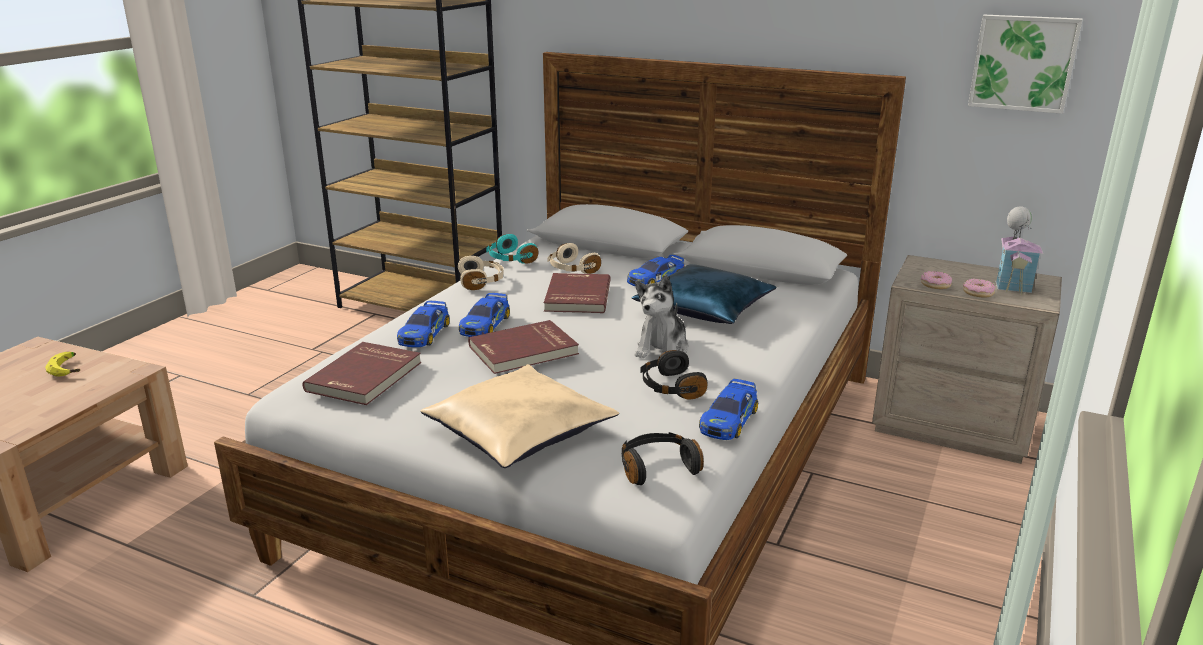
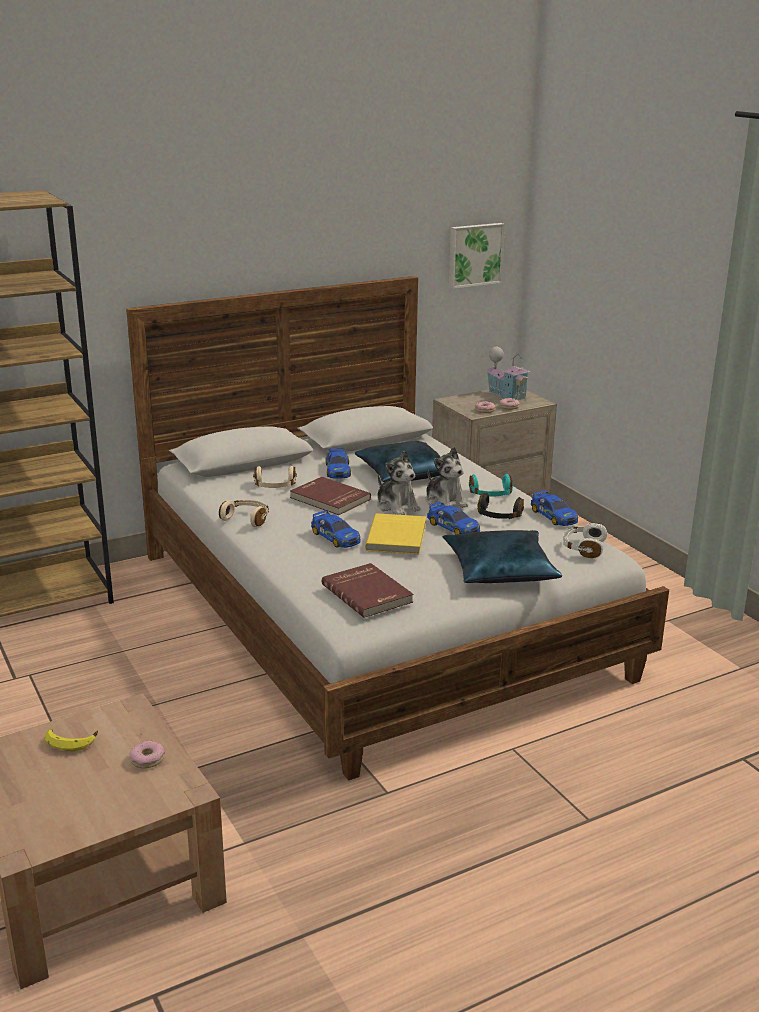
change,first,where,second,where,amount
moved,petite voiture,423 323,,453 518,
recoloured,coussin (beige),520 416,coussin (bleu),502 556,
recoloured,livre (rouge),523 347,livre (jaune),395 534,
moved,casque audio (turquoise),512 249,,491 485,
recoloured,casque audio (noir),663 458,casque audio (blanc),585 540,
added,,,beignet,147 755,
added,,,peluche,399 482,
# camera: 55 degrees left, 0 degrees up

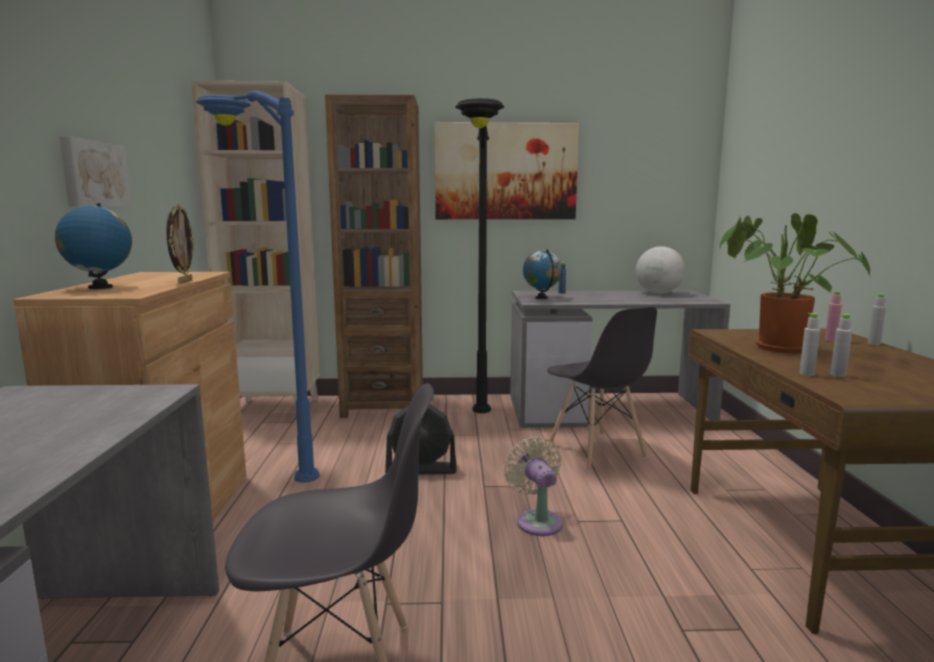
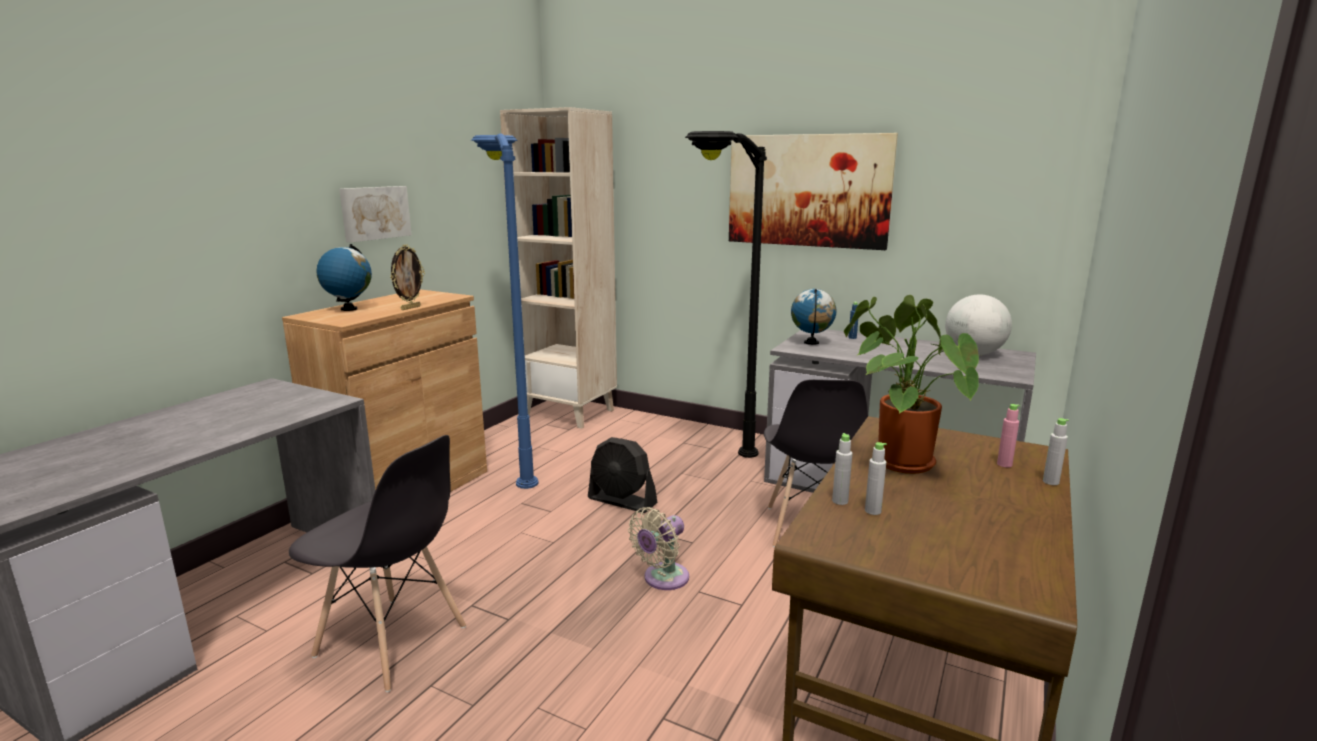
change,first,where,second,where,amount
removed,bibliothèque (marron),374 256,,,
turned,ventilateur (beige),533 486,,658 548,150 degrees counterclockwise
# camera: 30 degrees right, 5 degrees up

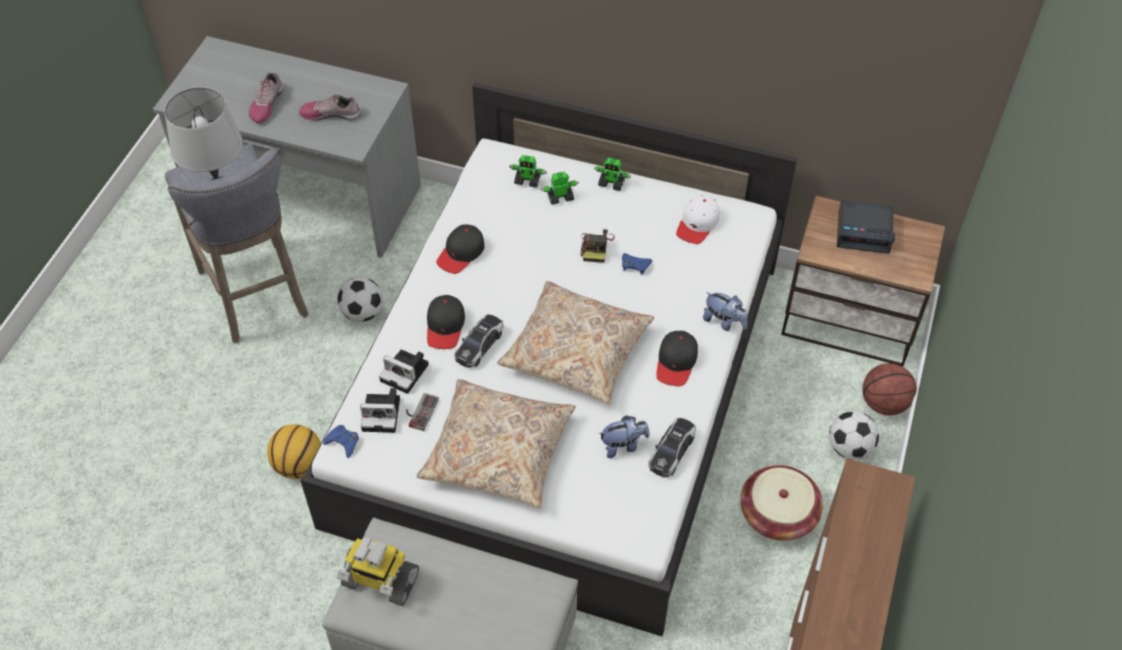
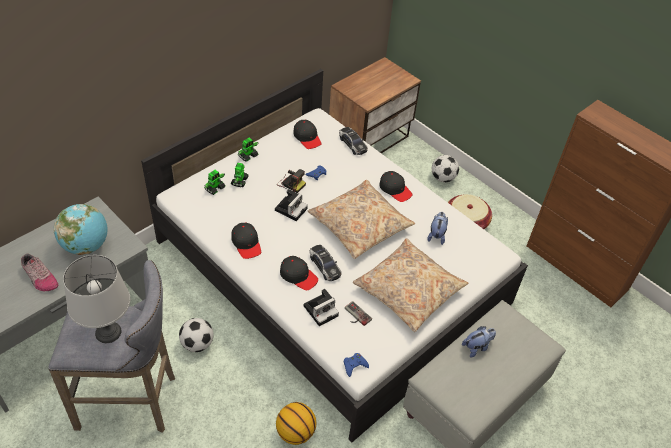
change,first,where,second,where,amount
replaced,chaussure,330 106,globe,81 229,
removed,robot jouet,378 571,,,
moved,appareil photo,380 410,,291 205,
moved,petite voiture,672 448,,353 141,
recoloured,casquette (blanc),698 219,casquette (noir),307 134,
moved,peluche,725 311,,479 341,
removed,réveil,866 227,,,
removed,ballon de basket,889 389,,,
# camera: 65 degrees left, 5 degrees down

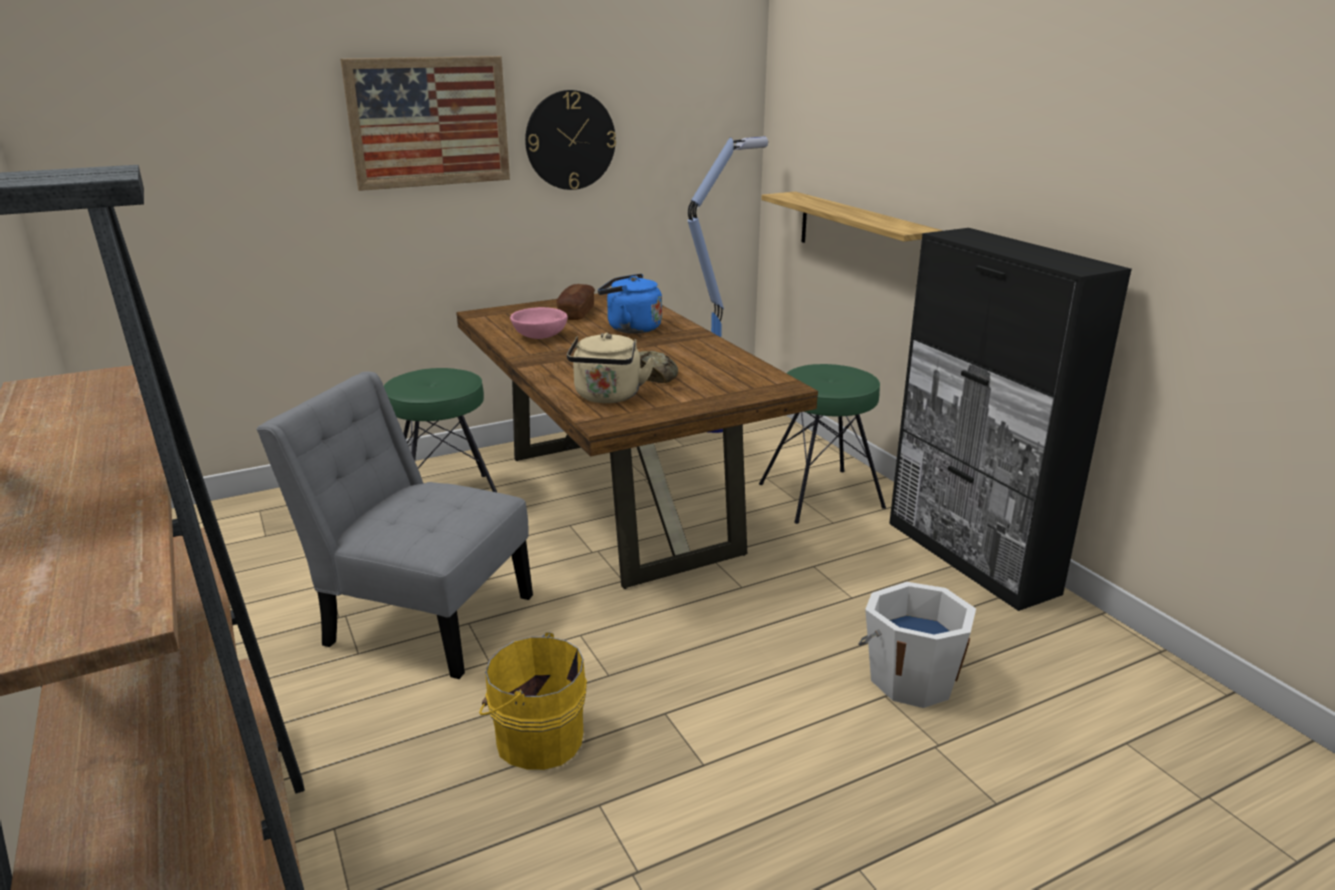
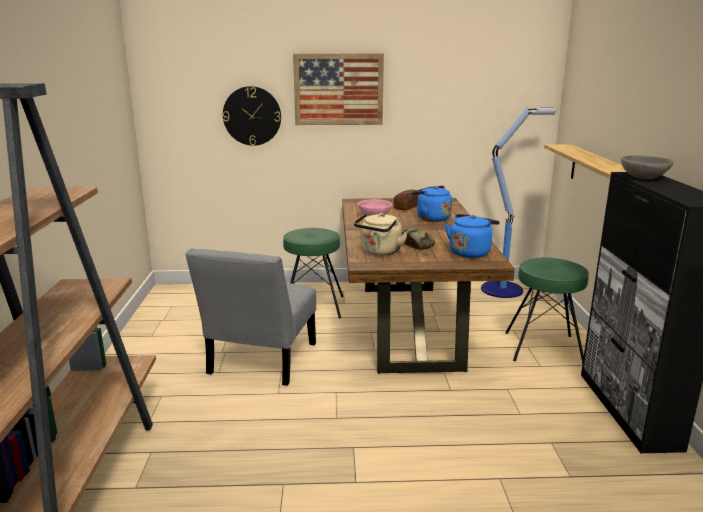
change,first,where,second,where,amount
turned,chaise (gris),394 525,,250 317,120 degrees counterclockwise
removed,seau (jaune),533 701,,,
moved,horloge murale,570 140,,252 116,
removed,seau (blanc),917 645,,,
added,,,bouilloire (bleu),472 236,
added,,,bol (gris),647 167,
# camera: 25 degrees right, 5 degrees down

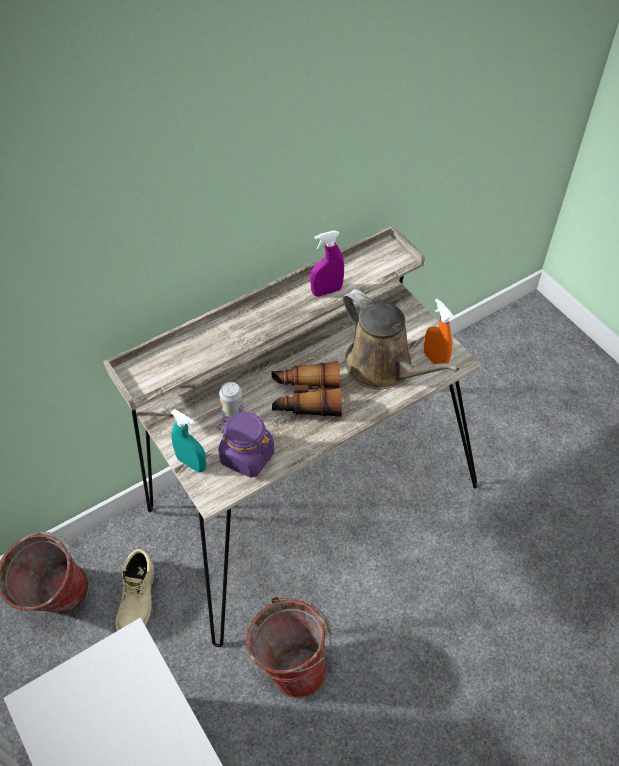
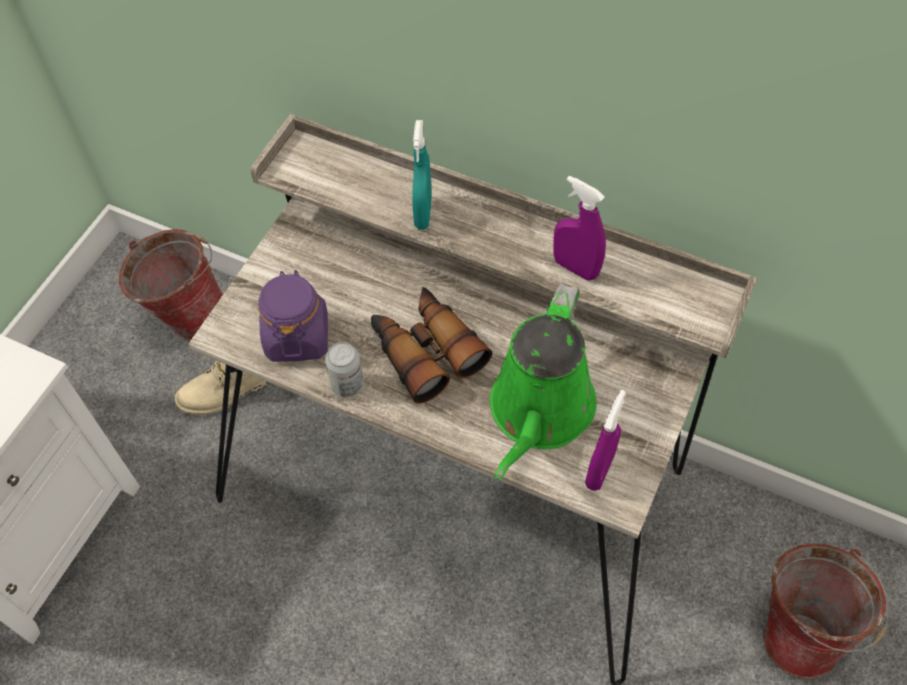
change,first,where,second,where,amount
moved,vaporisateur (turquoise),188 440,,422 175,
moved,boîte métallique,231 401,,344 370,
moved,seau,289 647,,826 611,
recoloured,arrosoir (marron),401 339,arrosoir (vert),543 382,
recoloured,vaporisateur (orange),439 331,vaporisateur (violet),605 440,
# camera: 60 degrees right, 5 degrees up

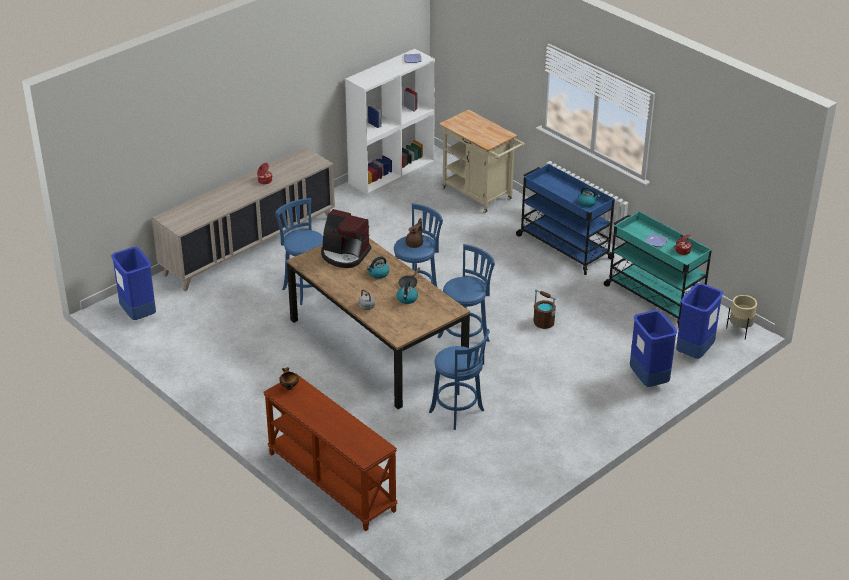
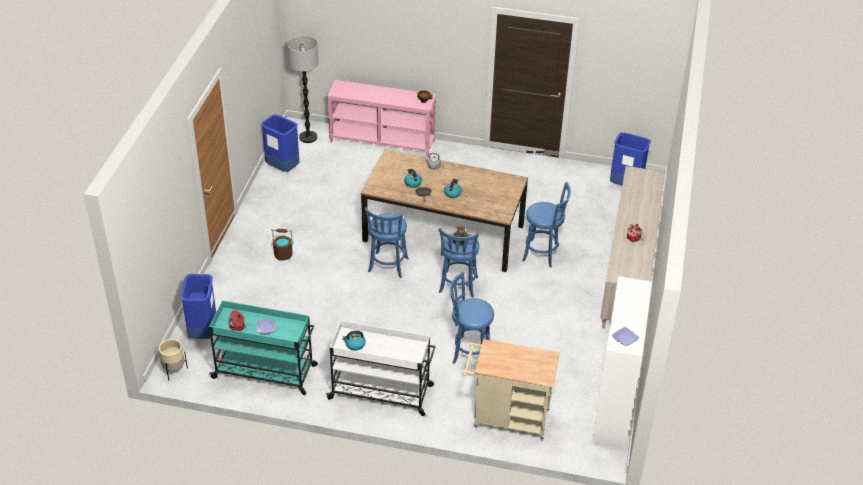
change,first,where,second,where,amount
recoloured,table console (marron),330 452,table console (rose),381 118,
removed,machine à café,346 238,,,
moved,tabouret (bleu),459 379,,472 318,
recoloured,chariot (bleu),566 219,chariot (blanc),381 368,
moved,seau (marron),545 309,,282 245,
moved,poubelle (bleu),653 348,,280 143,
added,,,lampadaire,303 89,
# camera: 145 degrees right, 5 degrees up

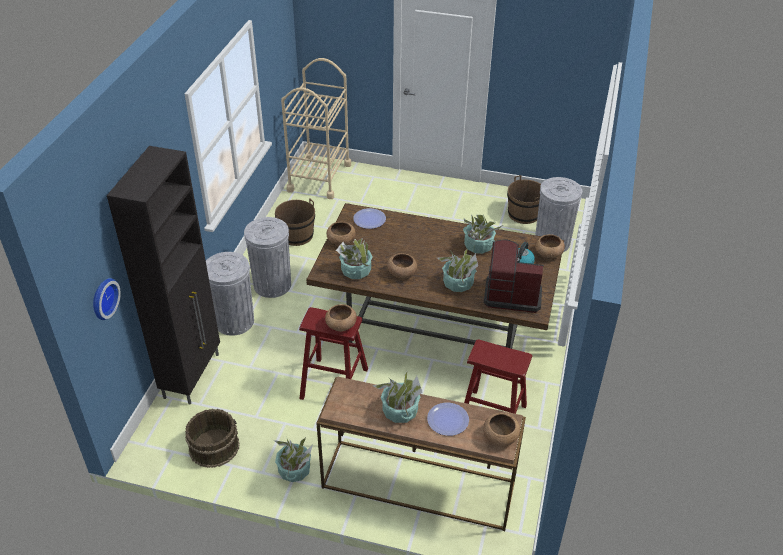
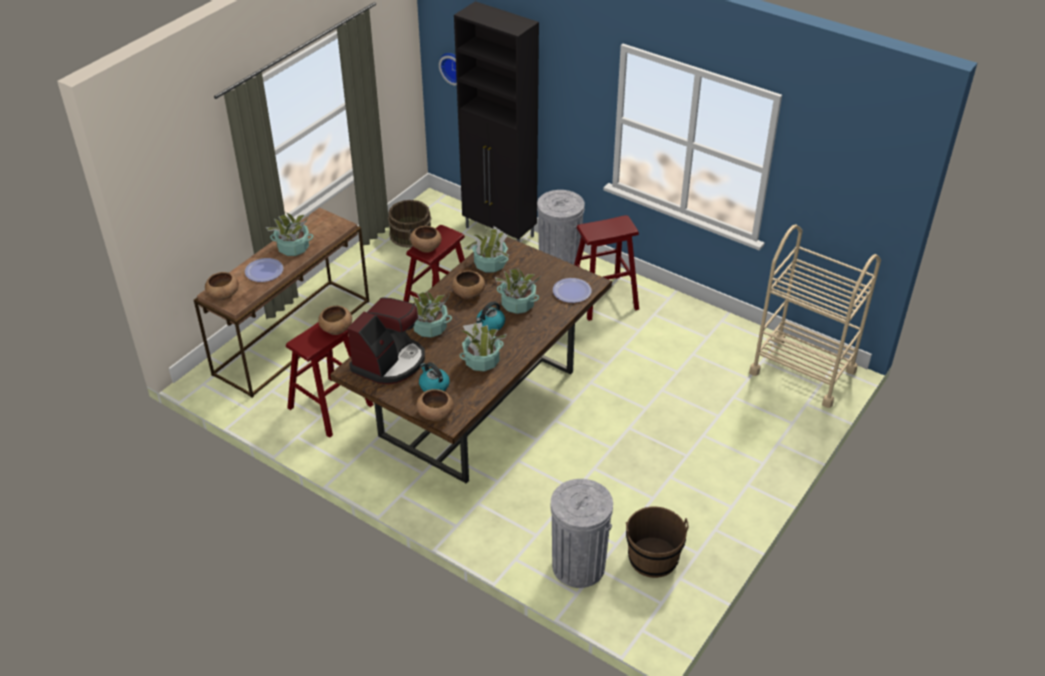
change,first,where,second,where,amount
replaced,poubelle (gris),267 257,tabouret (rouge),606 268,
moved,plante en pot,293 459,,518 290,
removed,seau (marron),295 222,,,
moved,bol (marron),340 234,,335 320,
added,,,bouilloire,490 316,
# camera: 110 degrees right, 0 degrees up

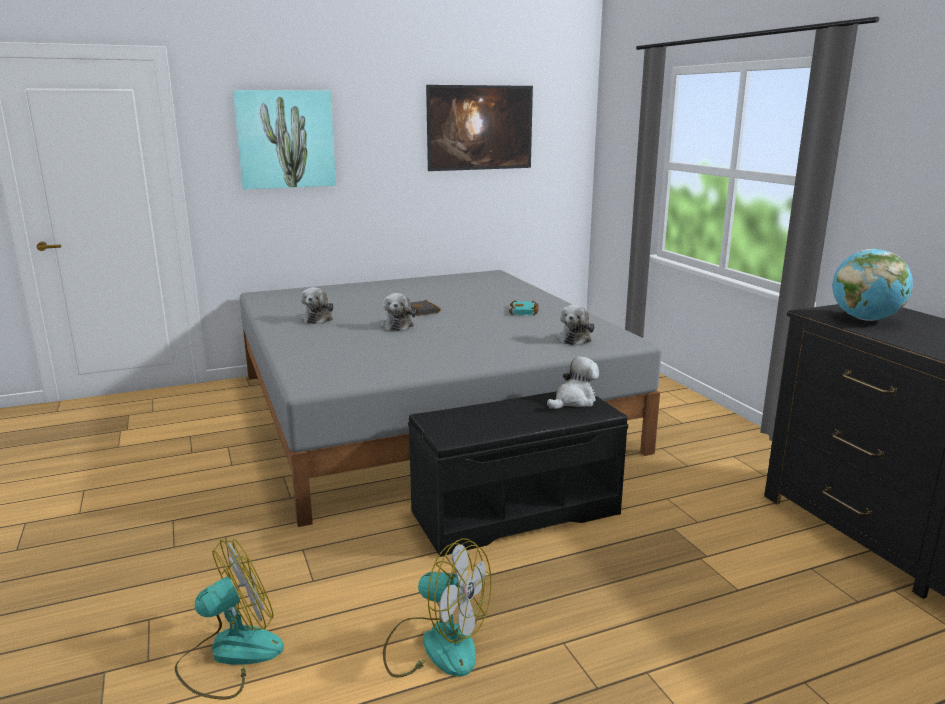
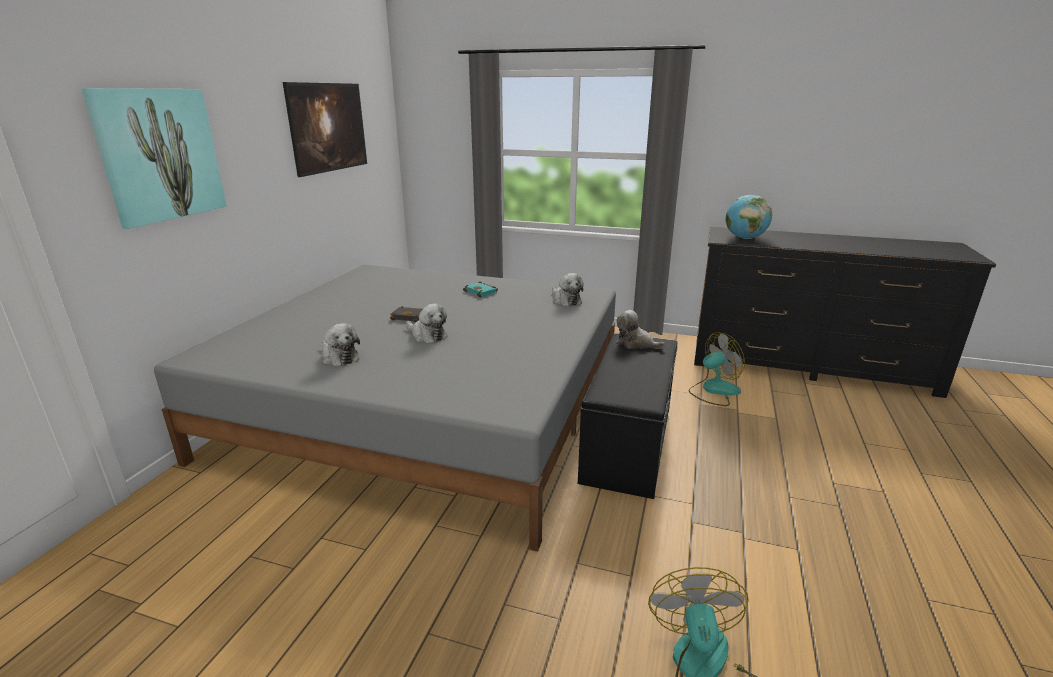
change,first,where,second,where,amount
moved,ventilateur,437 608,,717 369,
turned,peluche,573 383,,640 329,60 degrees counterclockwise
# camera: 50 degrees left, 5 degrees up

